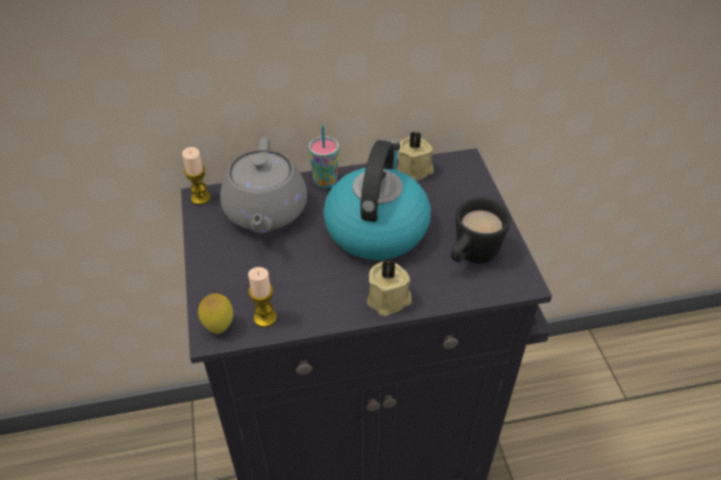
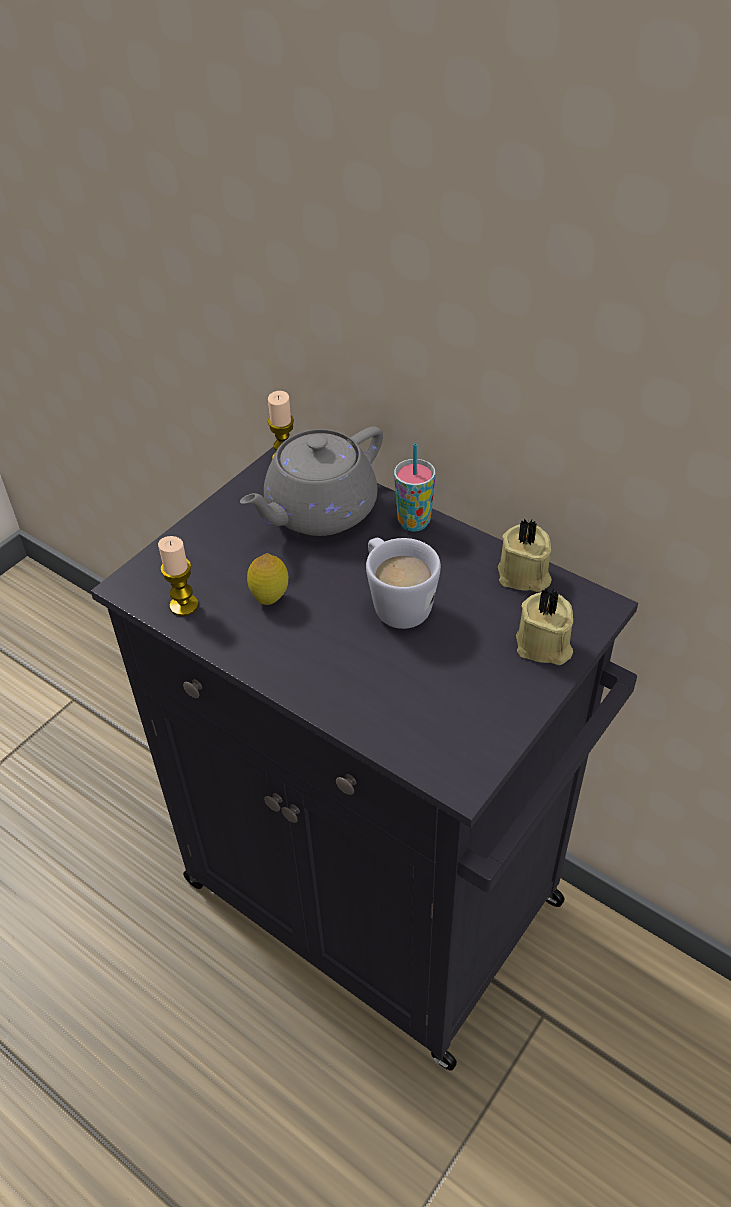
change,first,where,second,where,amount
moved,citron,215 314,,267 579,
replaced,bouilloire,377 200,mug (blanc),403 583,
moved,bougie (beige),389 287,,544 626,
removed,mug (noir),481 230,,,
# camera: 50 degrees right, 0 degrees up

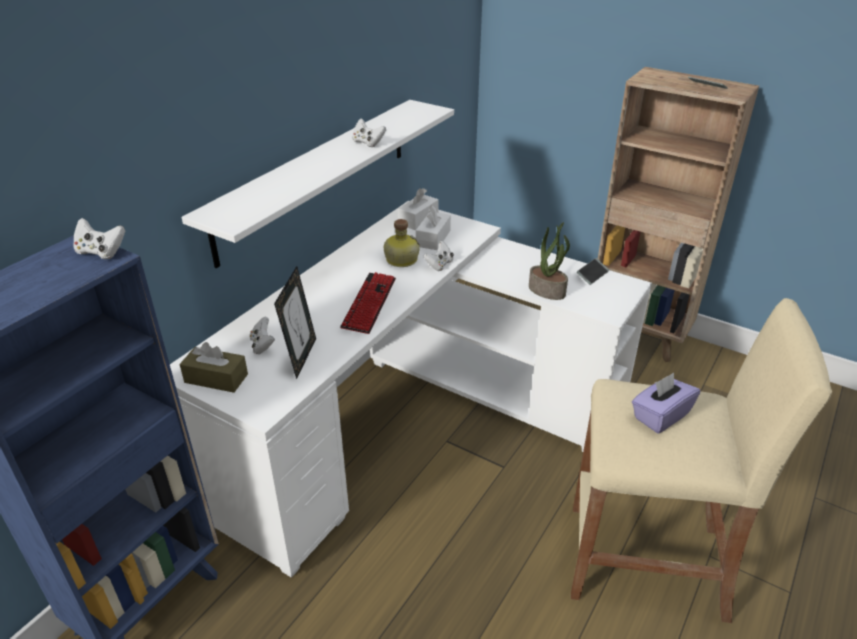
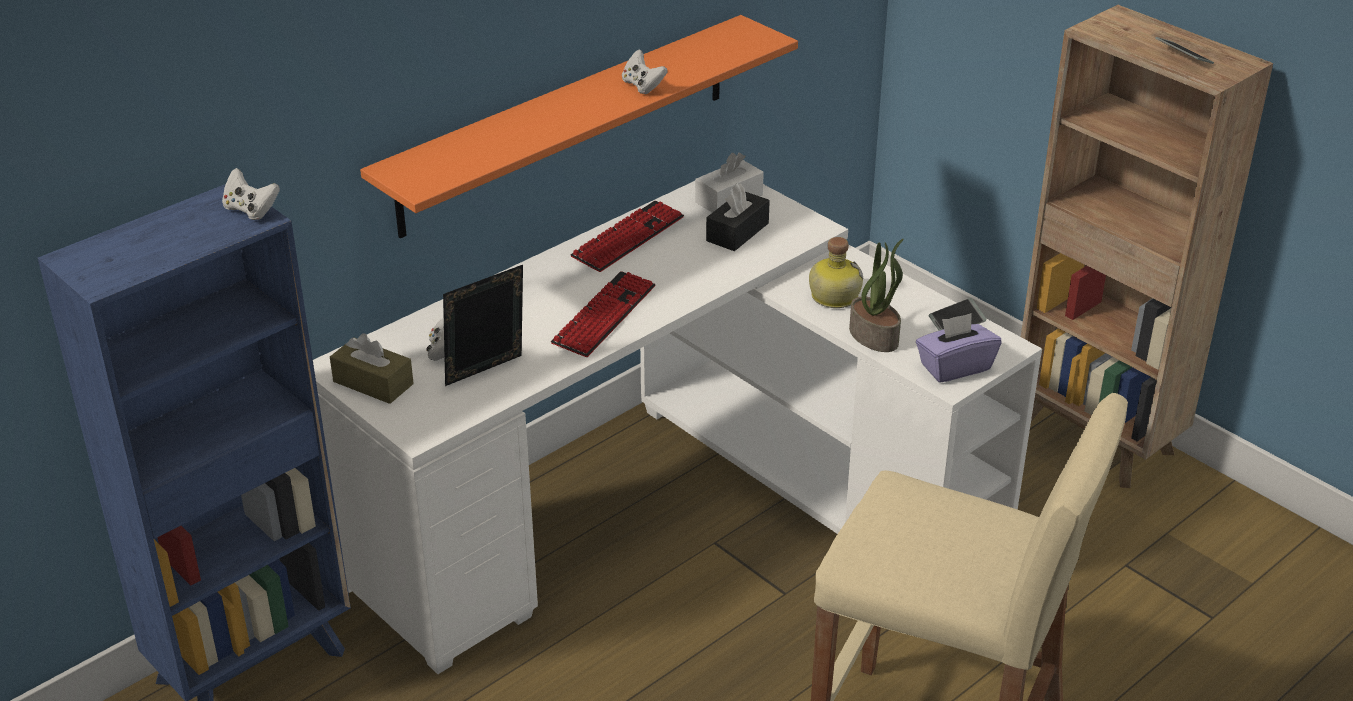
change,first,where,second,where,amount
recoloured,étagère (blanc),318 184,étagère (orange),579 126,
turned,cadre photo,295 322,,483 325,150 degrees counterclockwise
moved,bouteille,402 243,,836 272,
recoloured,boîte à mouchoirs (blanc),433 228,boîte à mouchoirs (noir),738 217,
removed,manette (blanc),439 256,,,
moved,boîte à mouchoirs (violet),666 403,,959 348,
added,,,clavier,627 236,
# camera: 15 degrees right, 0 degrees up

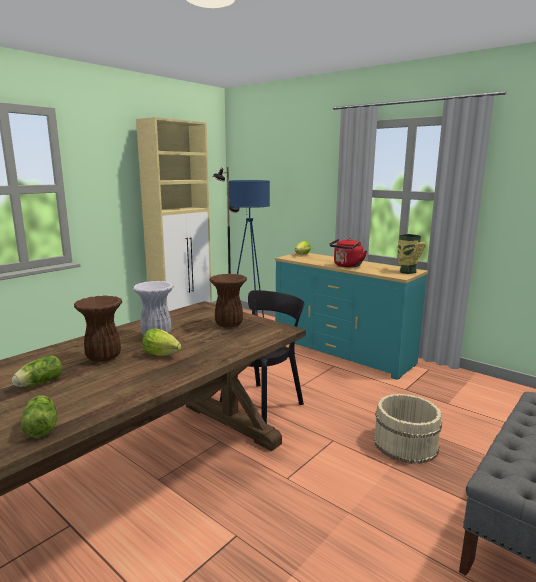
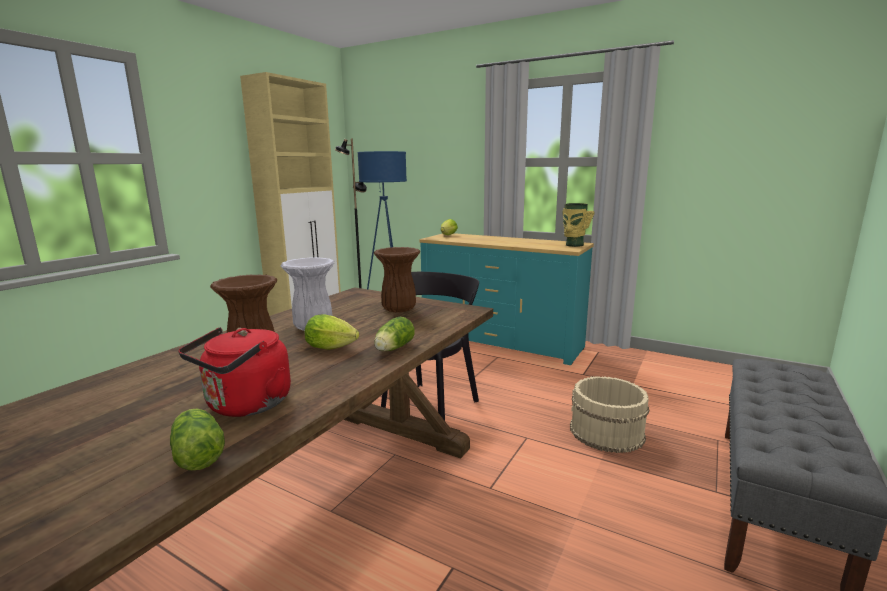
change,first,where,second,where,amount
moved,laitue,37 371,,394 334,
moved,bouilloire (rouge),348 253,,235 372,
# camera: 10 degrees left, 0 degrees up

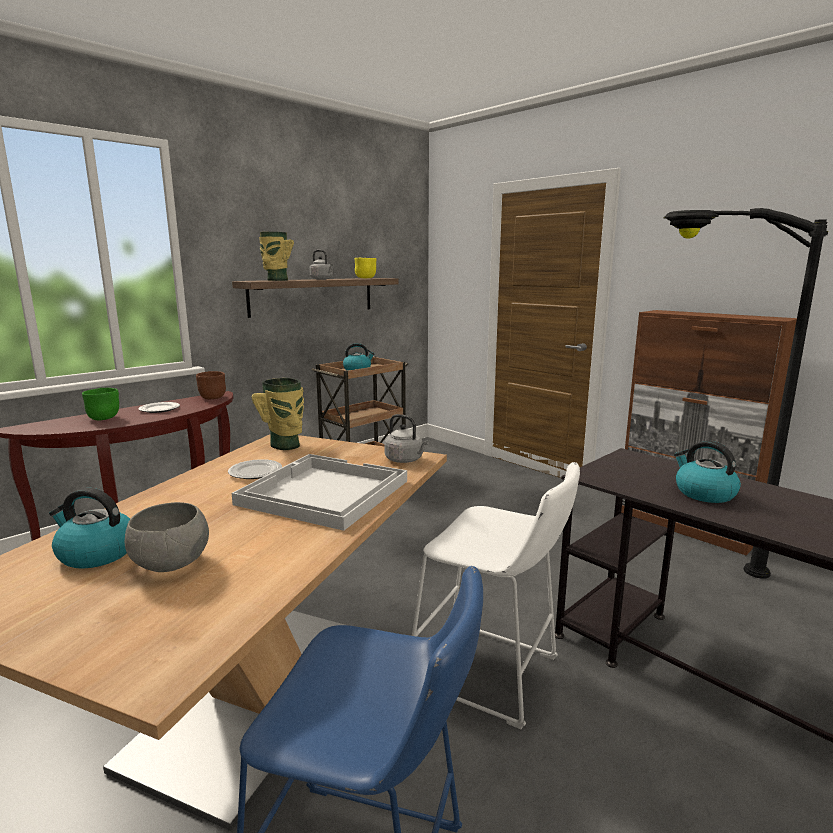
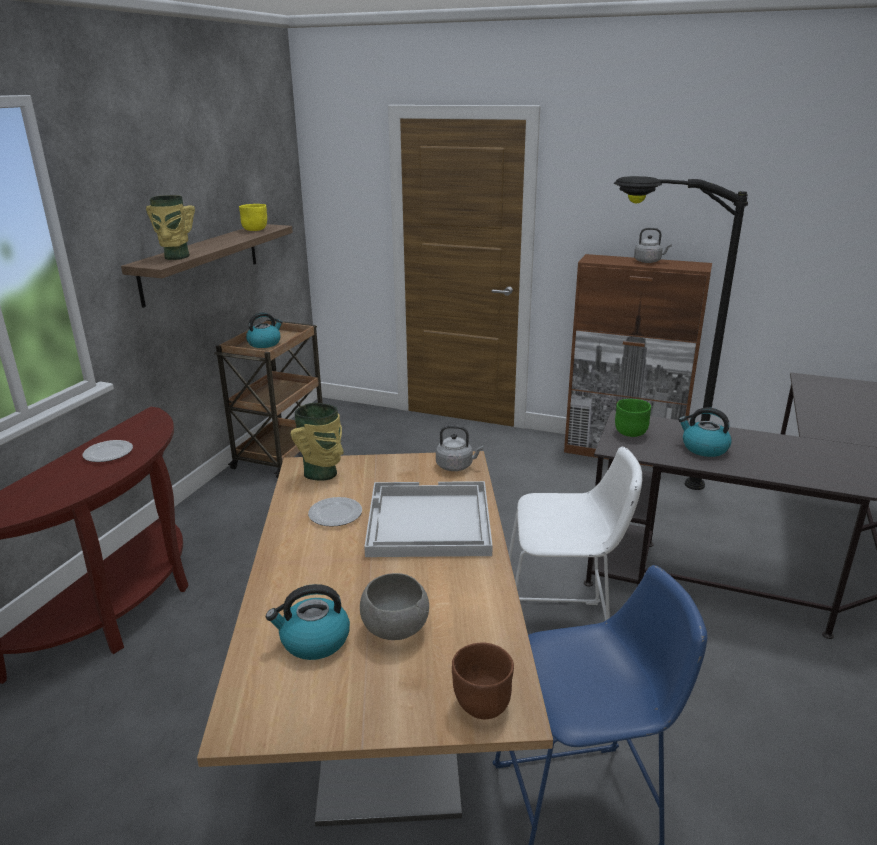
change,first,where,second,where,amount
moved,bol (vert),100 404,,633 418,
moved,bol (marron),211 385,,483 680,
moved,bouilloire (gris),321 264,,653 245,
# camera: 25 degrees left, 10 degrees up

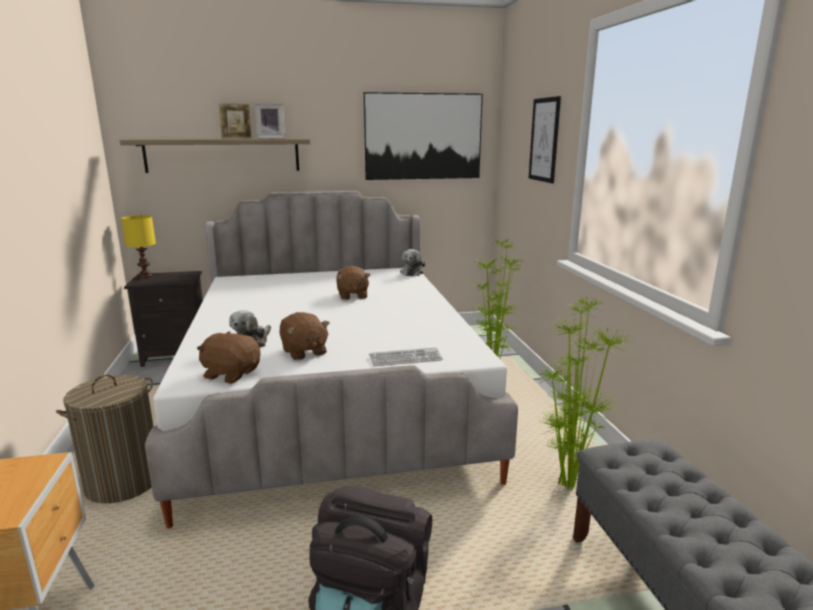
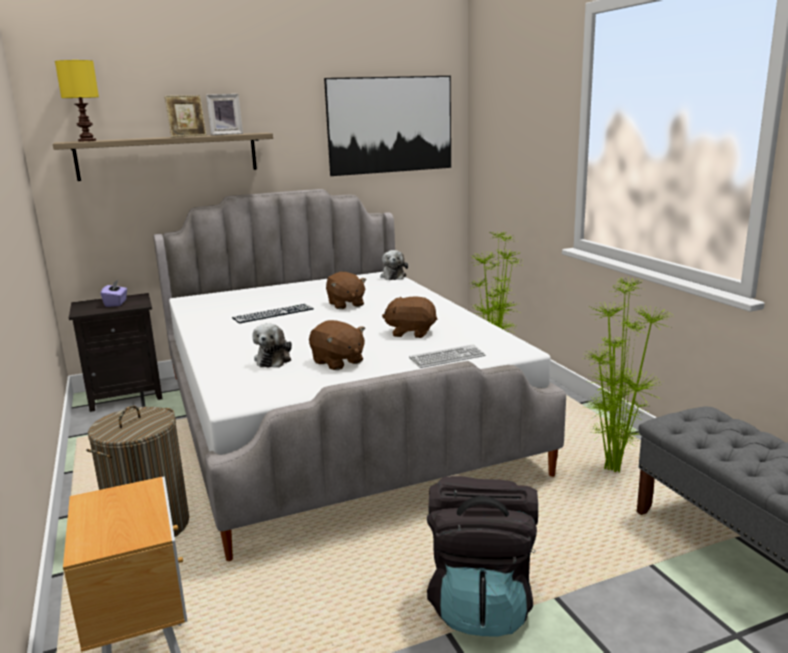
change,first,where,second,where,amount
moved,lampe de table (jaune),138 246,,77 100,
moved,peluche (marron),229 357,,409 317,
removed,tableau,545 139,,,
added,,,boîte à mouchoirs (violet),114 293,
added,,,clavier,273 313,
# camera: 10 degrees left, 0 degrees up

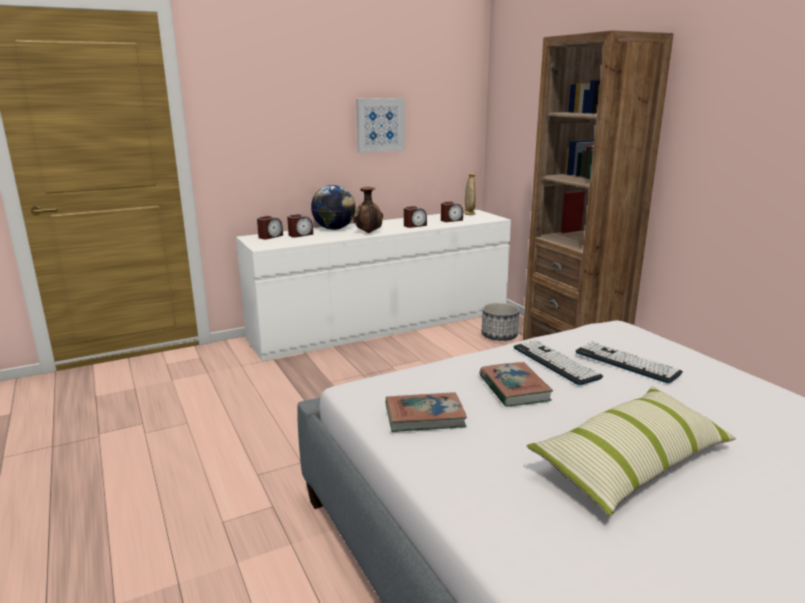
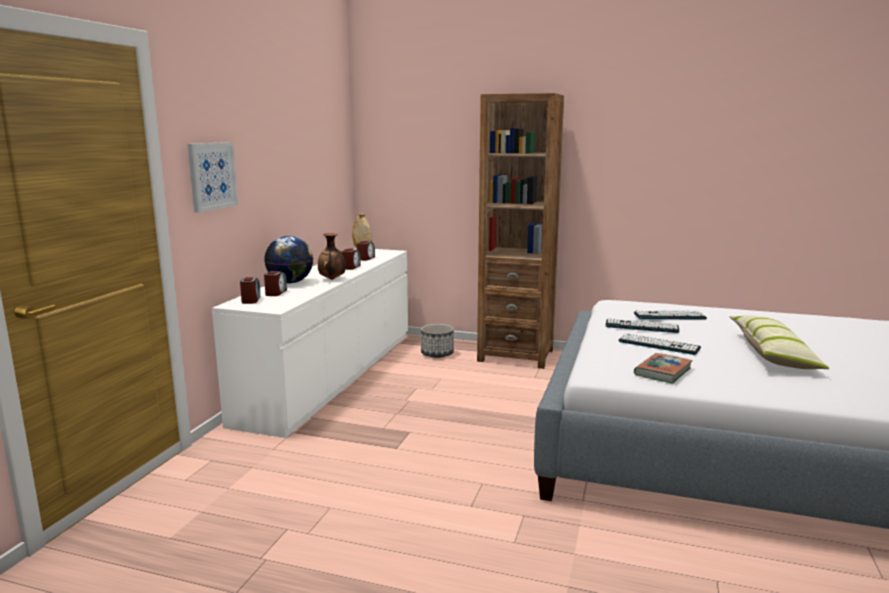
change,first,where,second,where,amount
moved,tableau,380 125,,213 177,
replaced,livre,516 384,clavier,659 344,
# camera: 45 degrees left, 5 degrees down

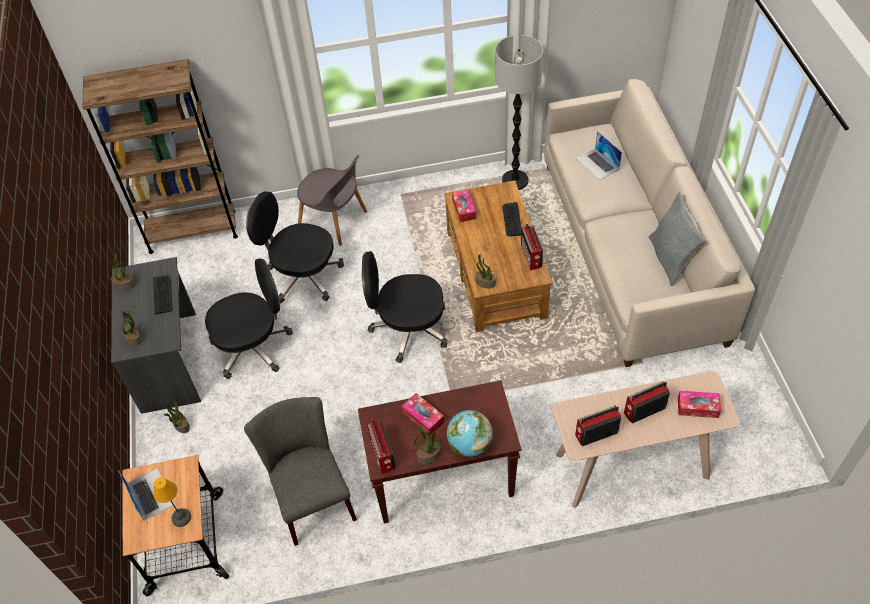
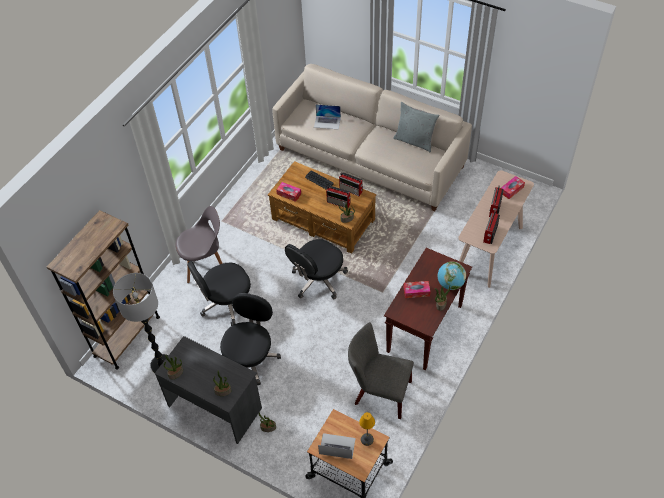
change,first,where,second,where,amount
removed,clavier,163 294,,,
moved,radio,381 446,,338 197,
moved,lampadaire,519 112,,140 323,
# camera: 50 degrees left, 0 degrees up

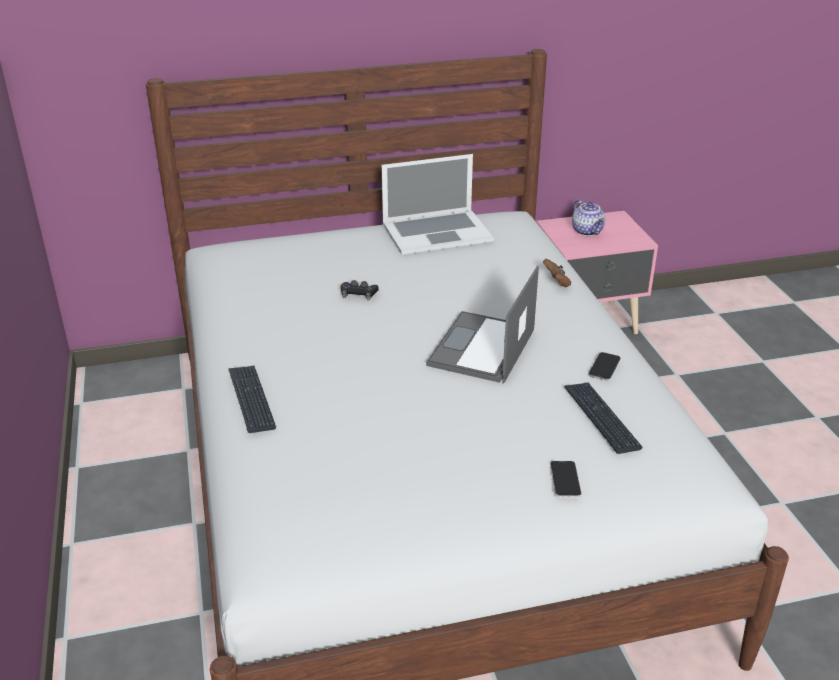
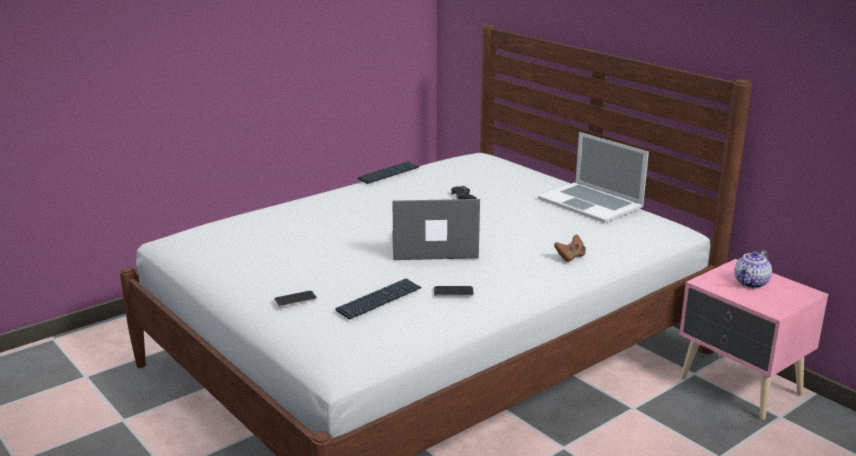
change,first,where,second,where,amount
moved,clavier,252 399,,389 172,
# camera: 65 degrees right, 10 degrees down

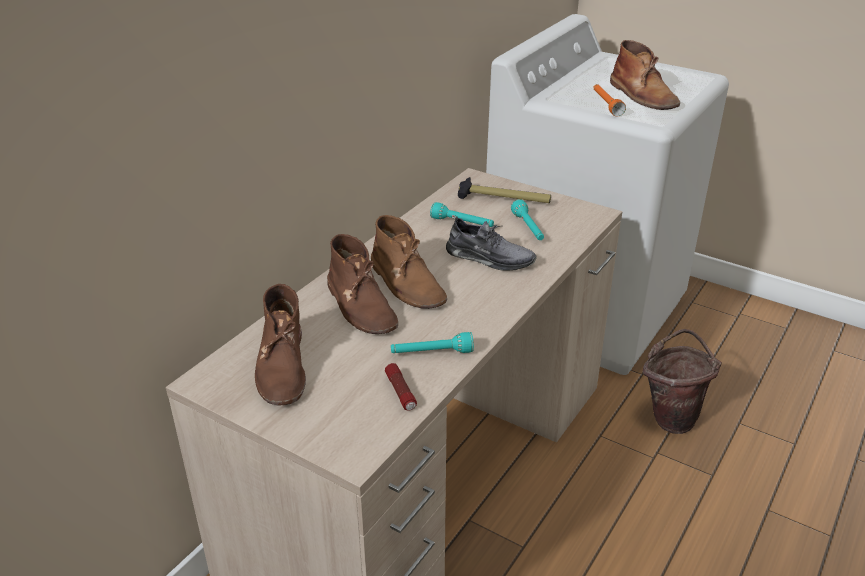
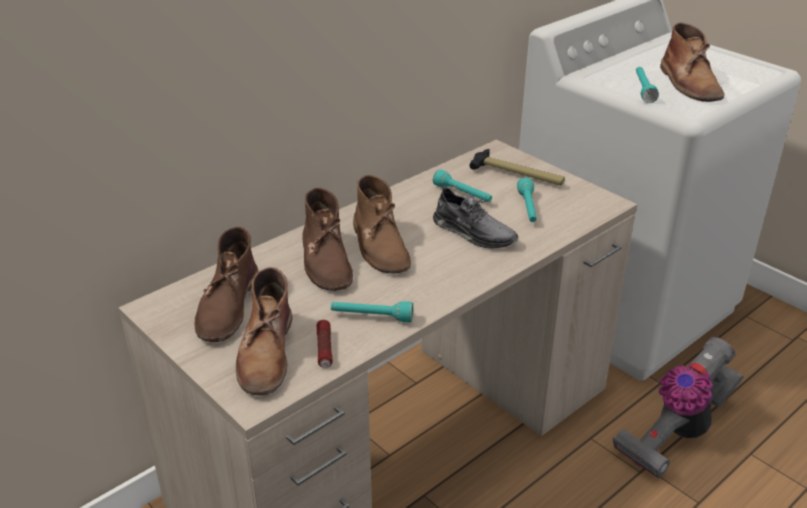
change,first,where,second,where,amount
recoloured,lampe de poche (orange),609 100,lampe de poche (turquoise),647 85,
replaced,seau (marron),682 381,aspirateur,677 407,
added,,,botte (marron),264 331,
# camera: 15 degrees right, 0 degrees up

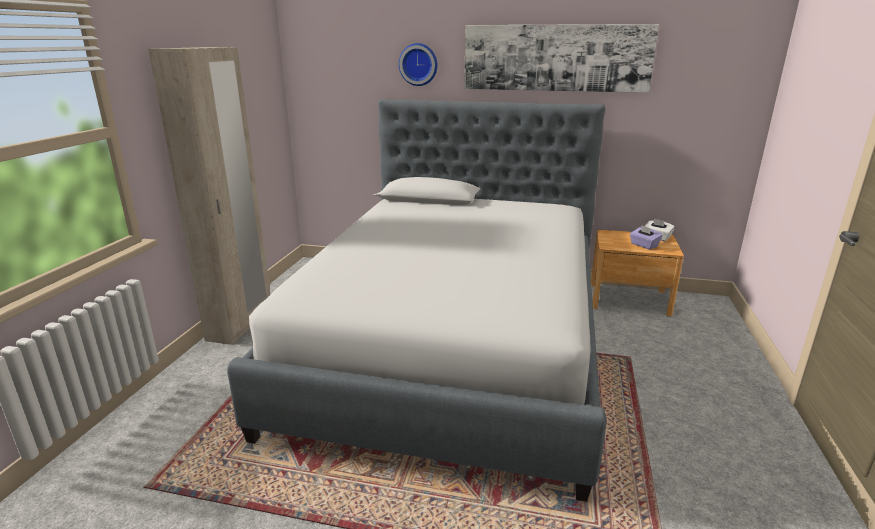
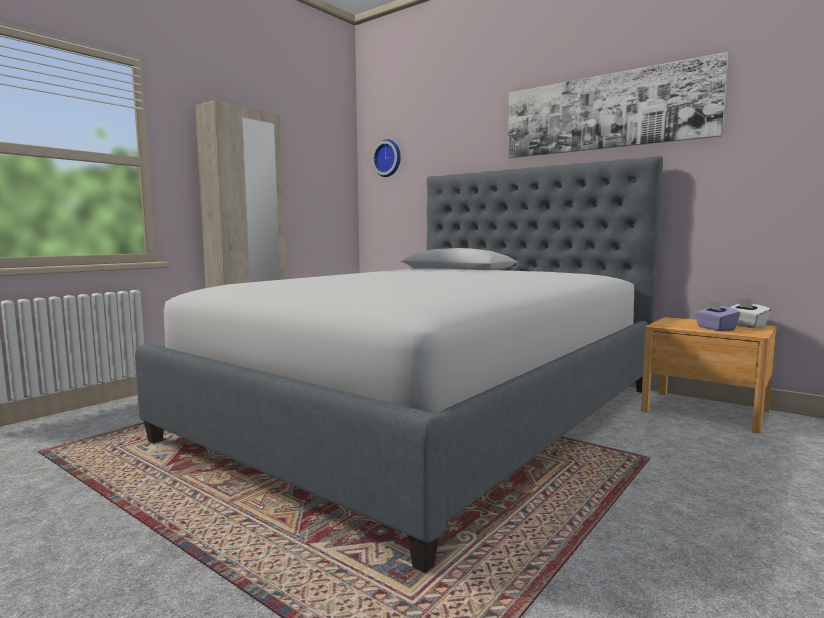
change,first,where,second,where,amount
moved,horloge murale,418 64,,386 158,
# camera: 25 degrees right, 15 degrees down

